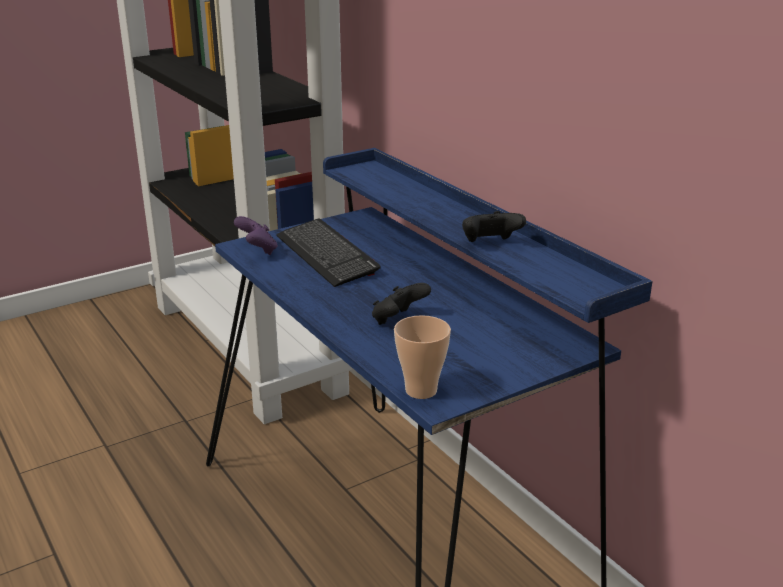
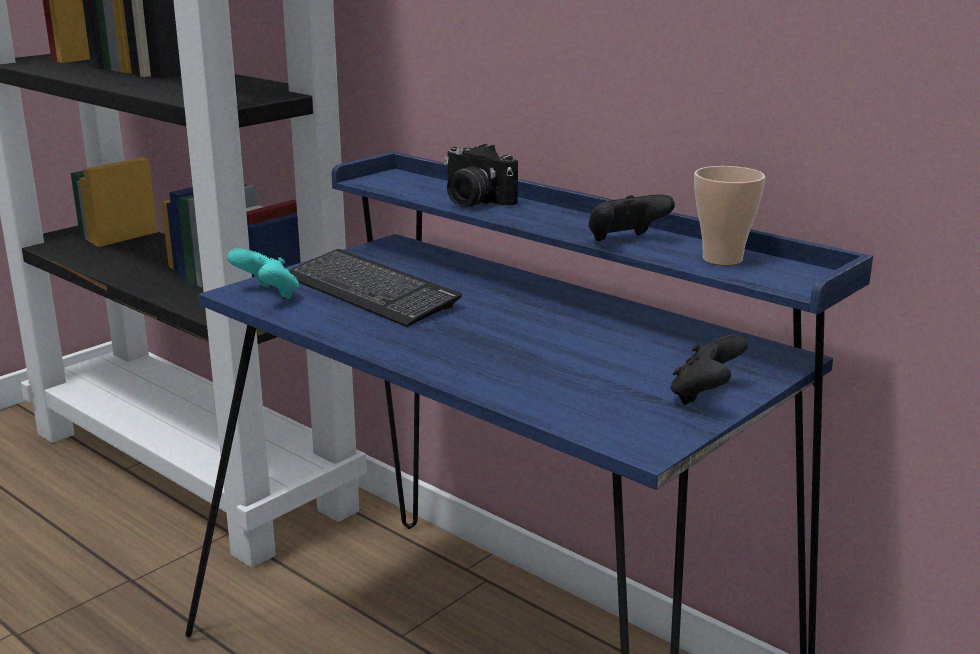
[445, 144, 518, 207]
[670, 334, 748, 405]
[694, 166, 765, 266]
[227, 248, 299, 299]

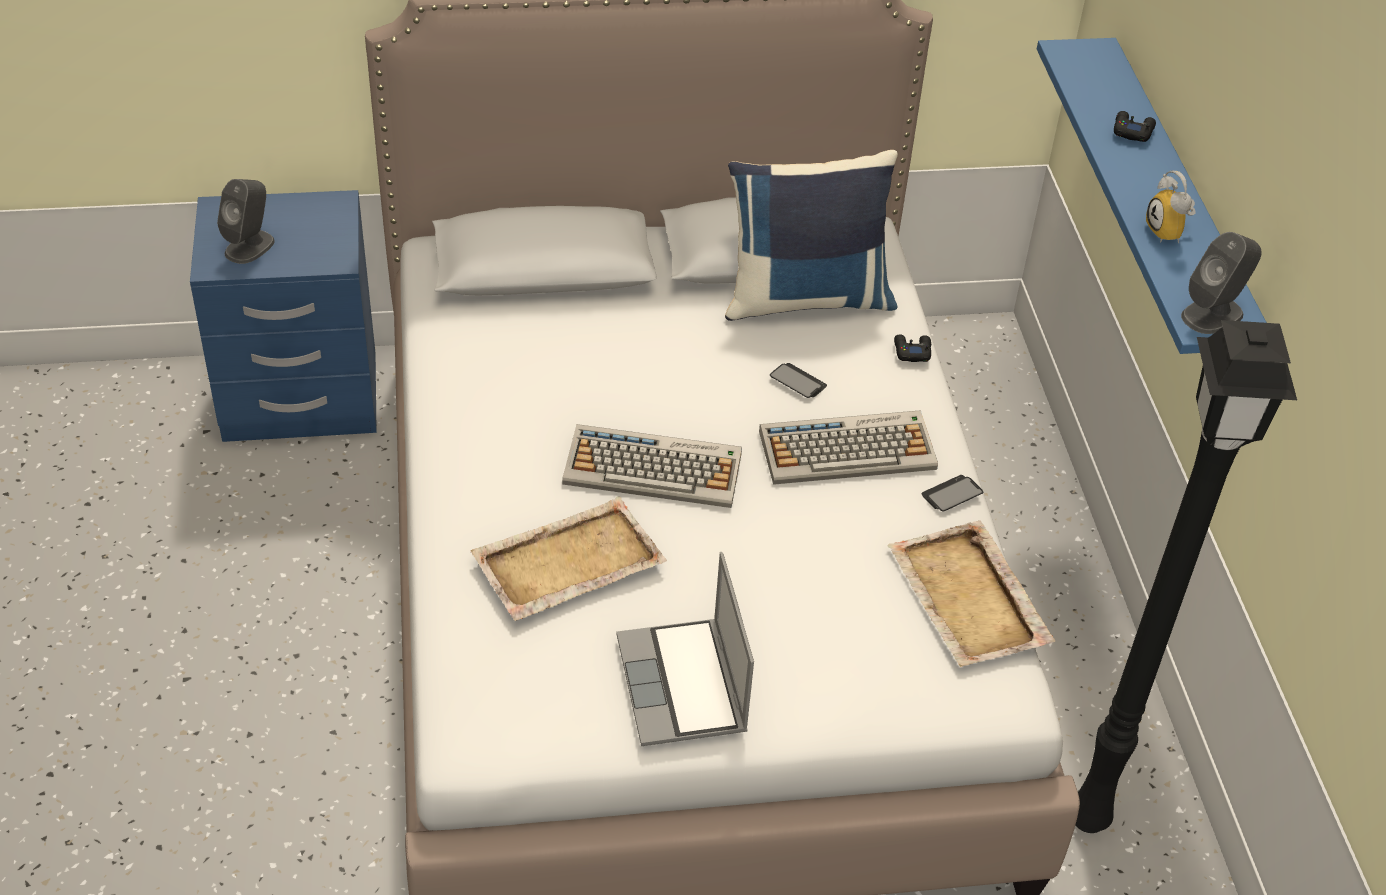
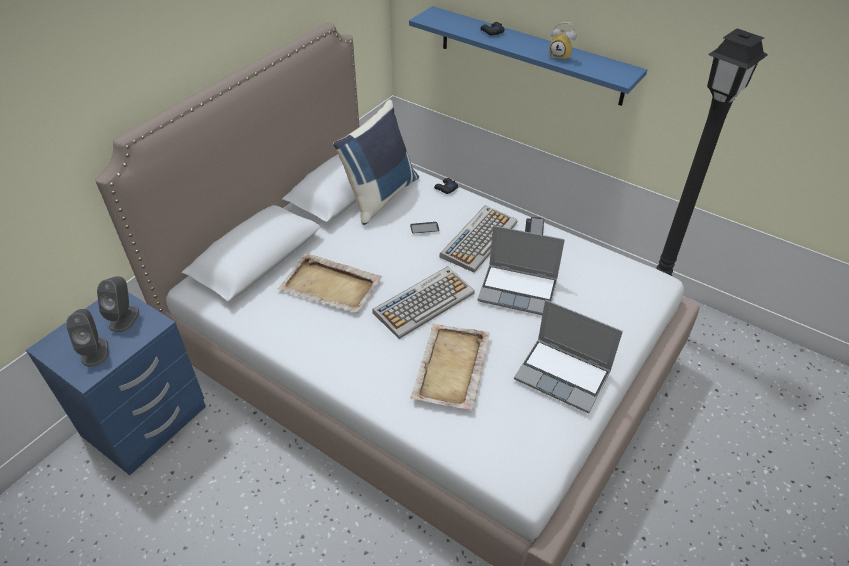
[477, 225, 565, 315]
[278, 253, 382, 313]
[97, 276, 139, 332]

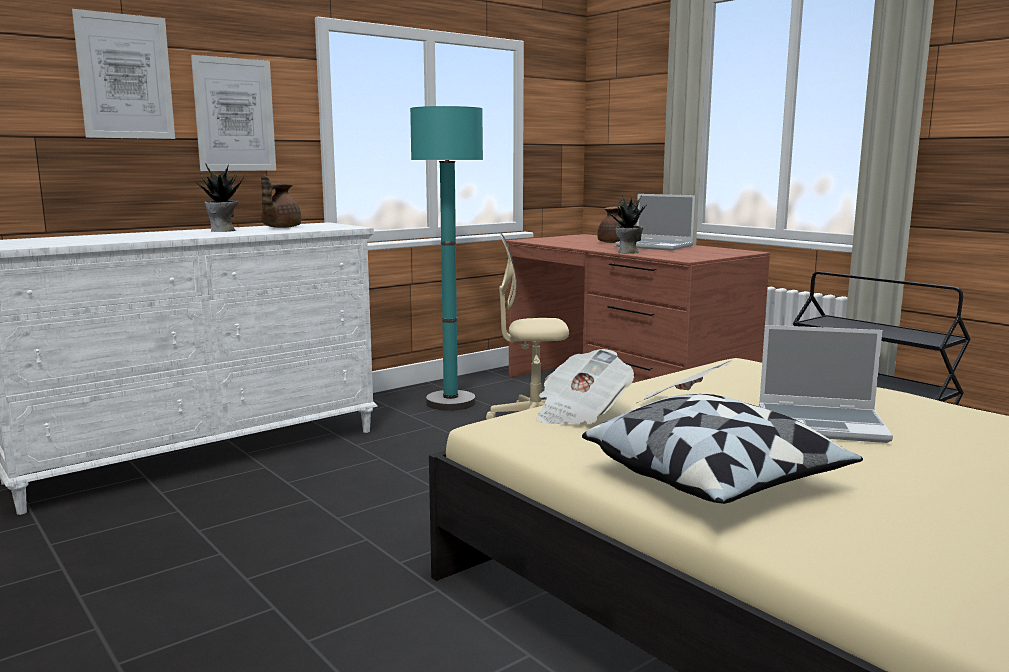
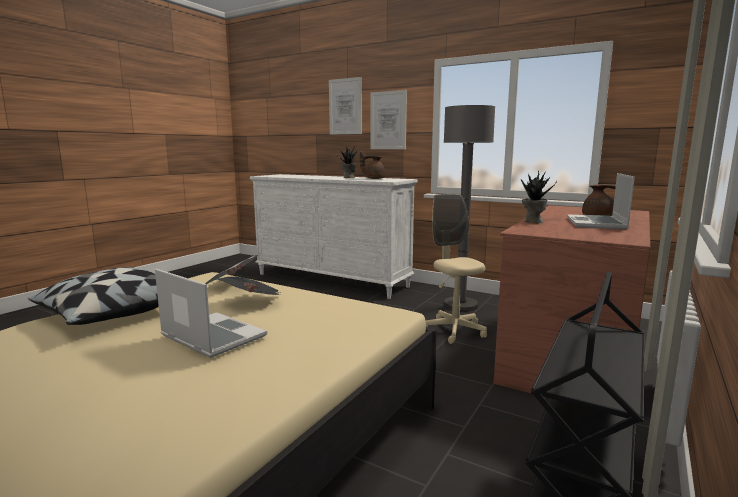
[444, 105, 495, 312]
[155, 269, 267, 358]

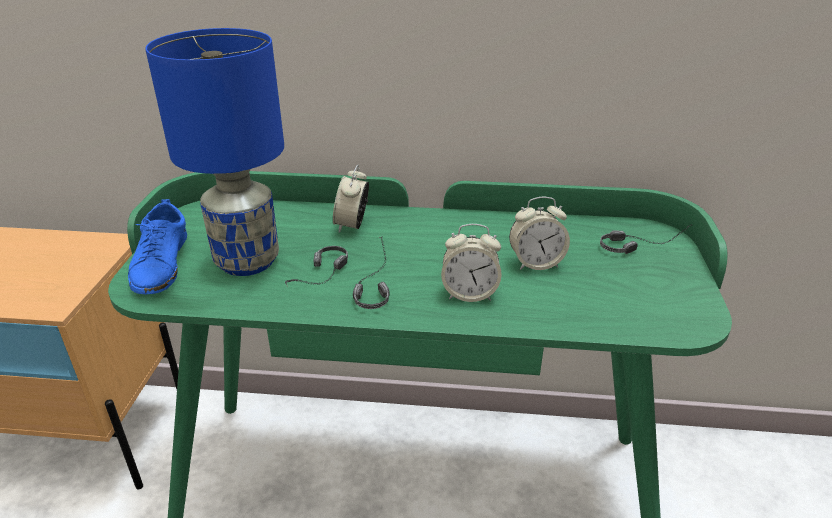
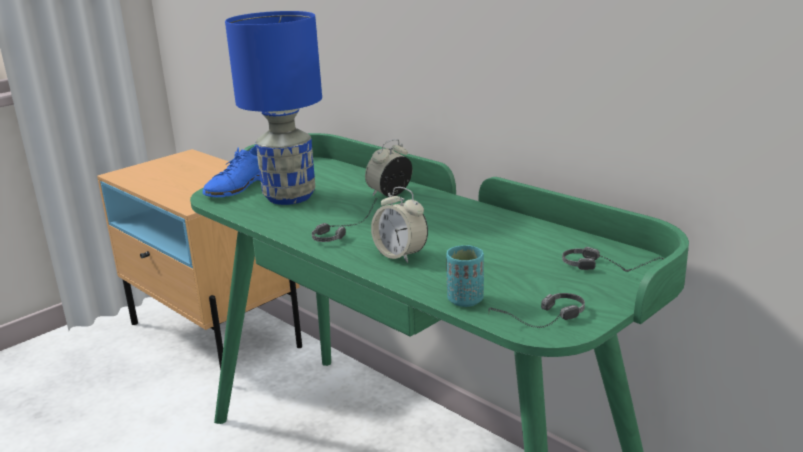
[509, 197, 570, 270] (first image)
[446, 245, 484, 307]
[488, 293, 585, 328]

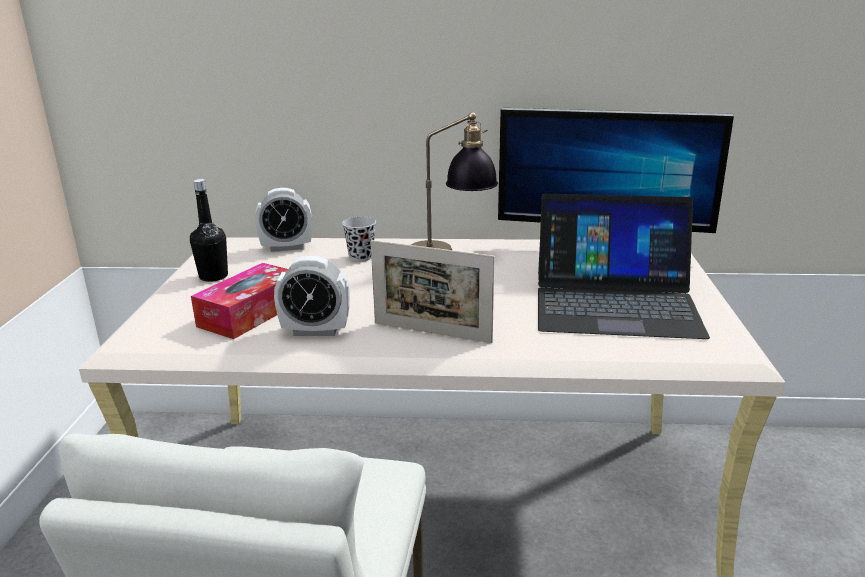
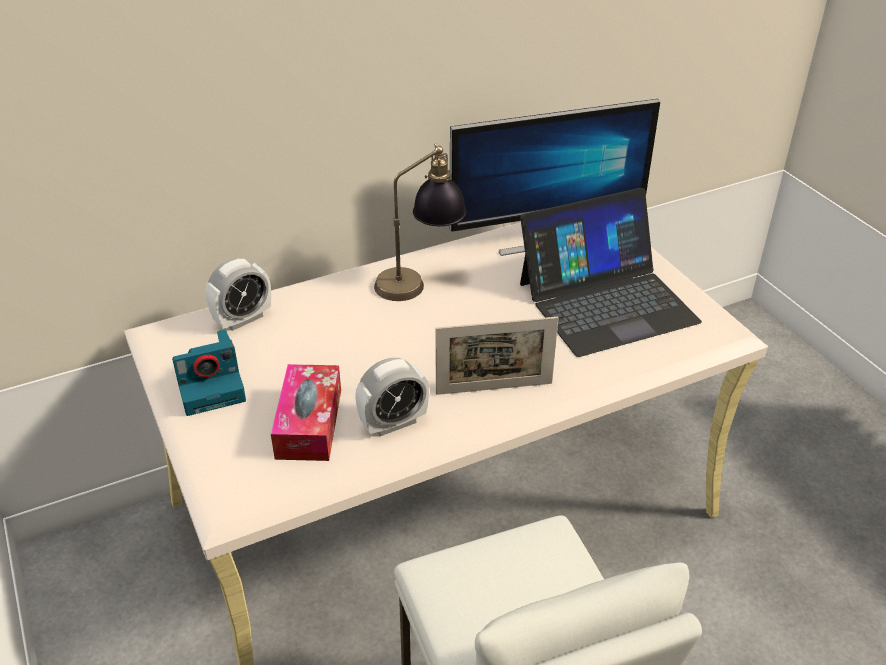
[342, 217, 376, 262] (first image)
[172, 330, 246, 416]

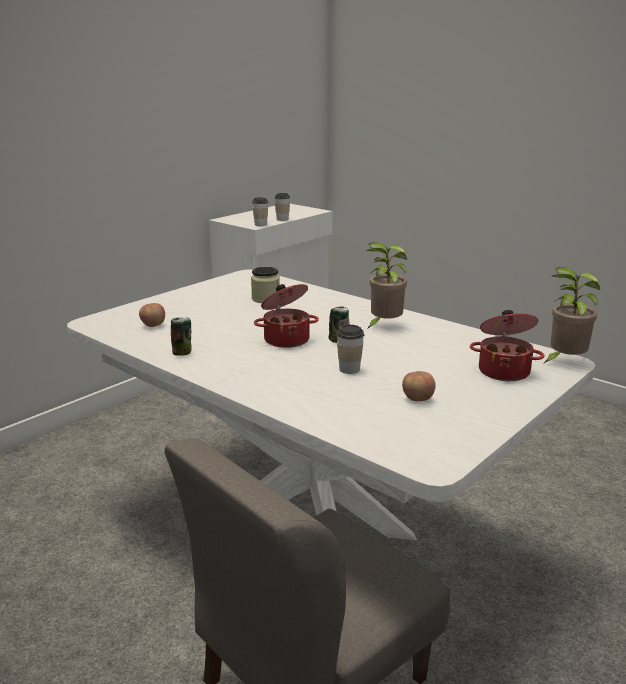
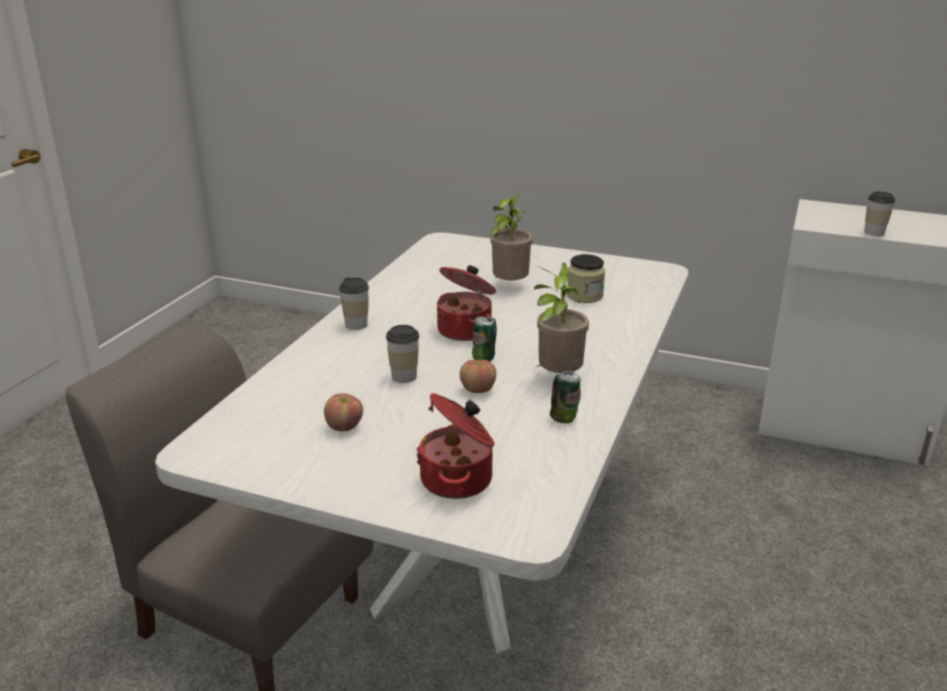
[460, 359, 496, 393]
[550, 371, 581, 423]
[339, 278, 369, 330]
[490, 192, 533, 280]

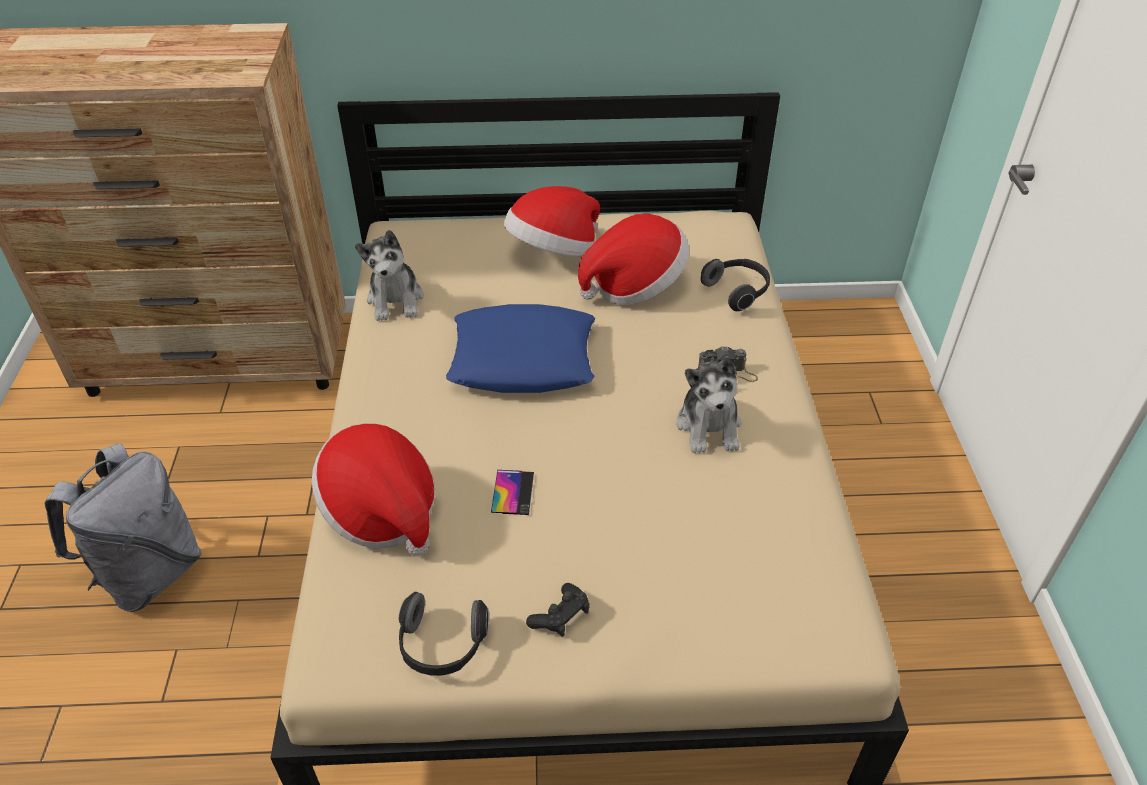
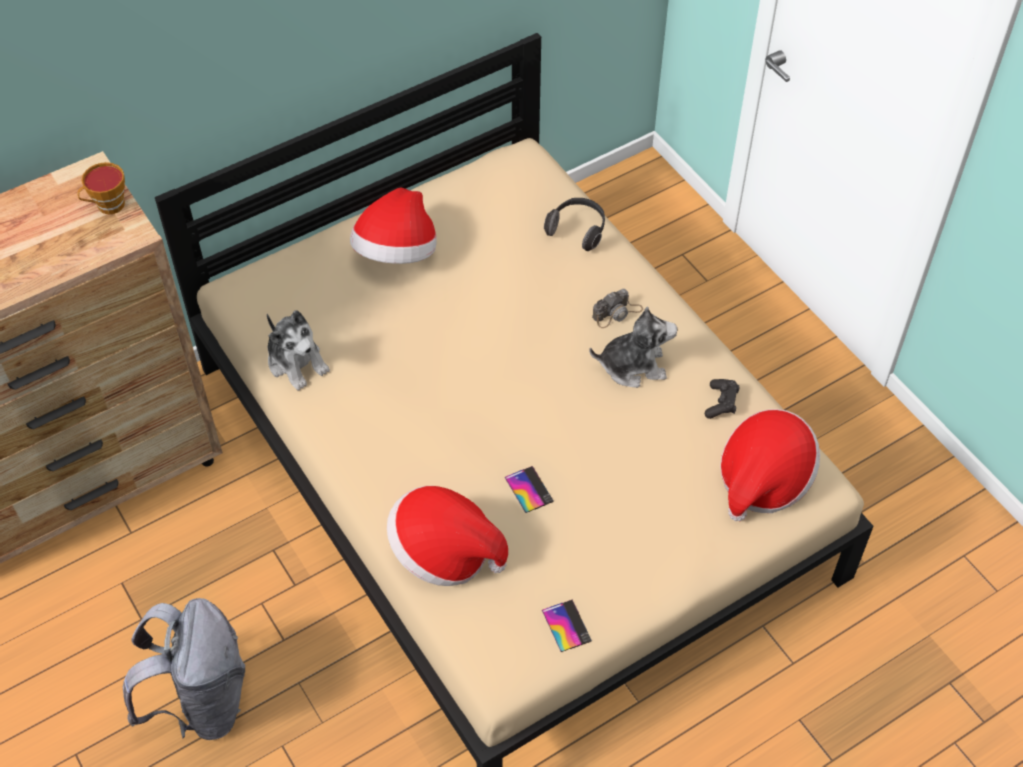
[446, 304, 595, 393] (first image)
[77, 162, 125, 215]
[705, 379, 740, 419]
[720, 409, 820, 521]
[542, 600, 592, 652]
[589, 306, 678, 388]

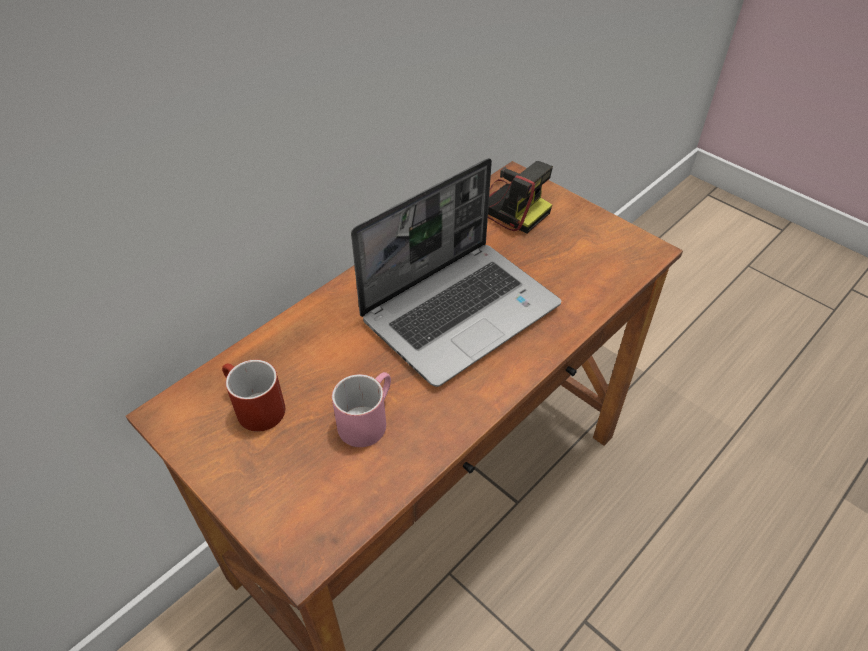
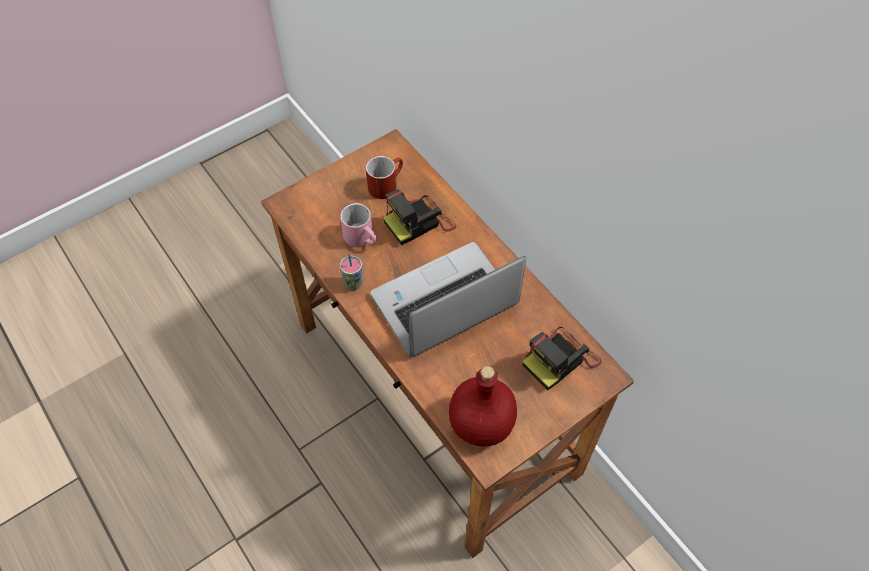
[340, 254, 363, 290]
[383, 189, 456, 245]
[449, 366, 517, 446]
[371, 242, 526, 358]

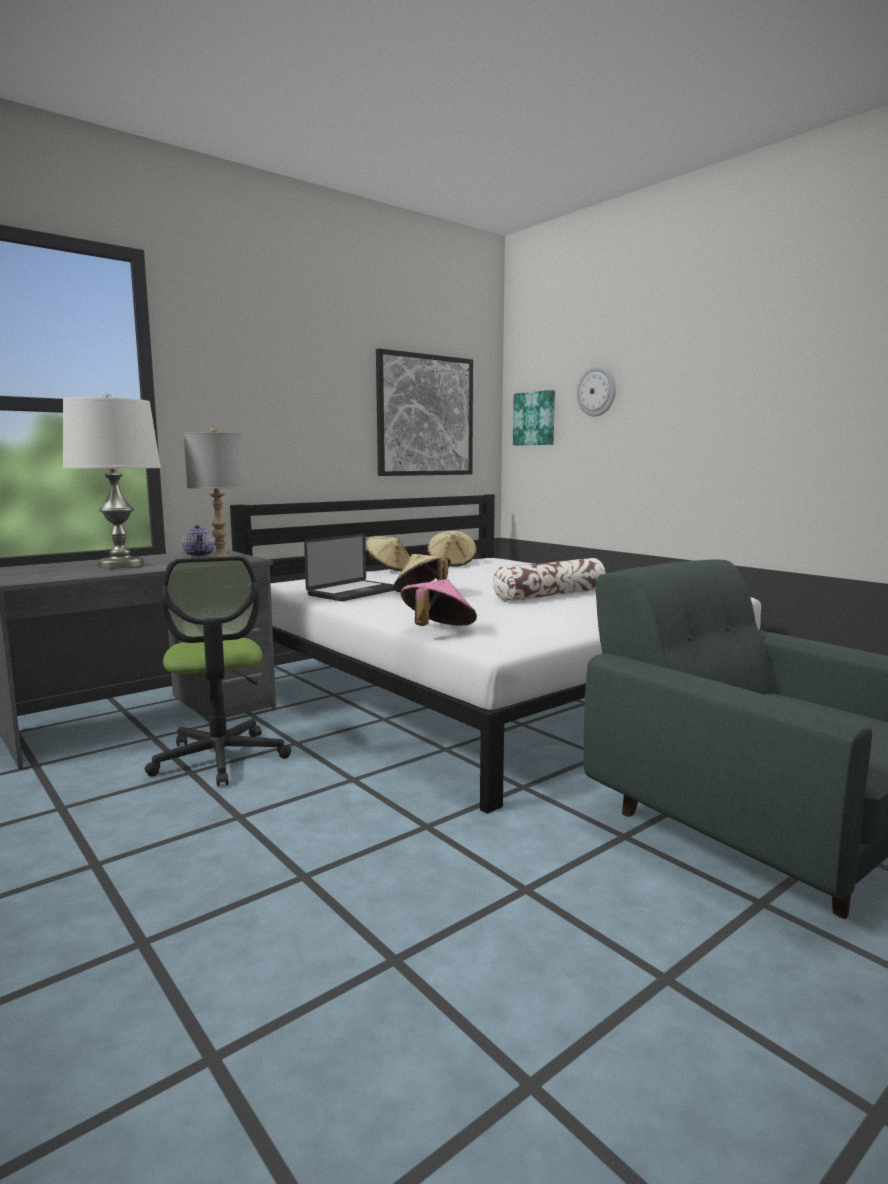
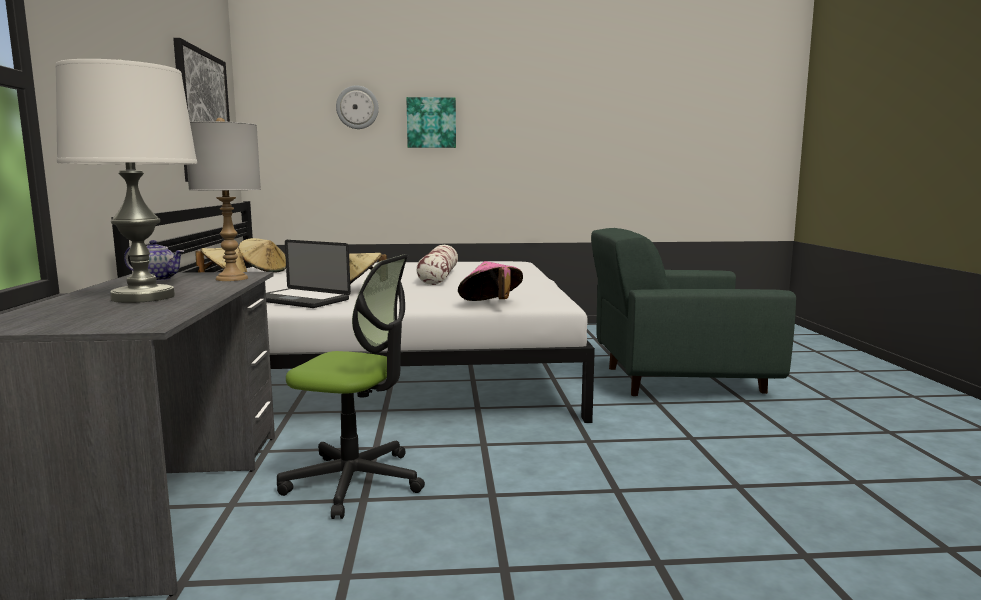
[406, 97, 456, 148]
[266, 240, 351, 308]

